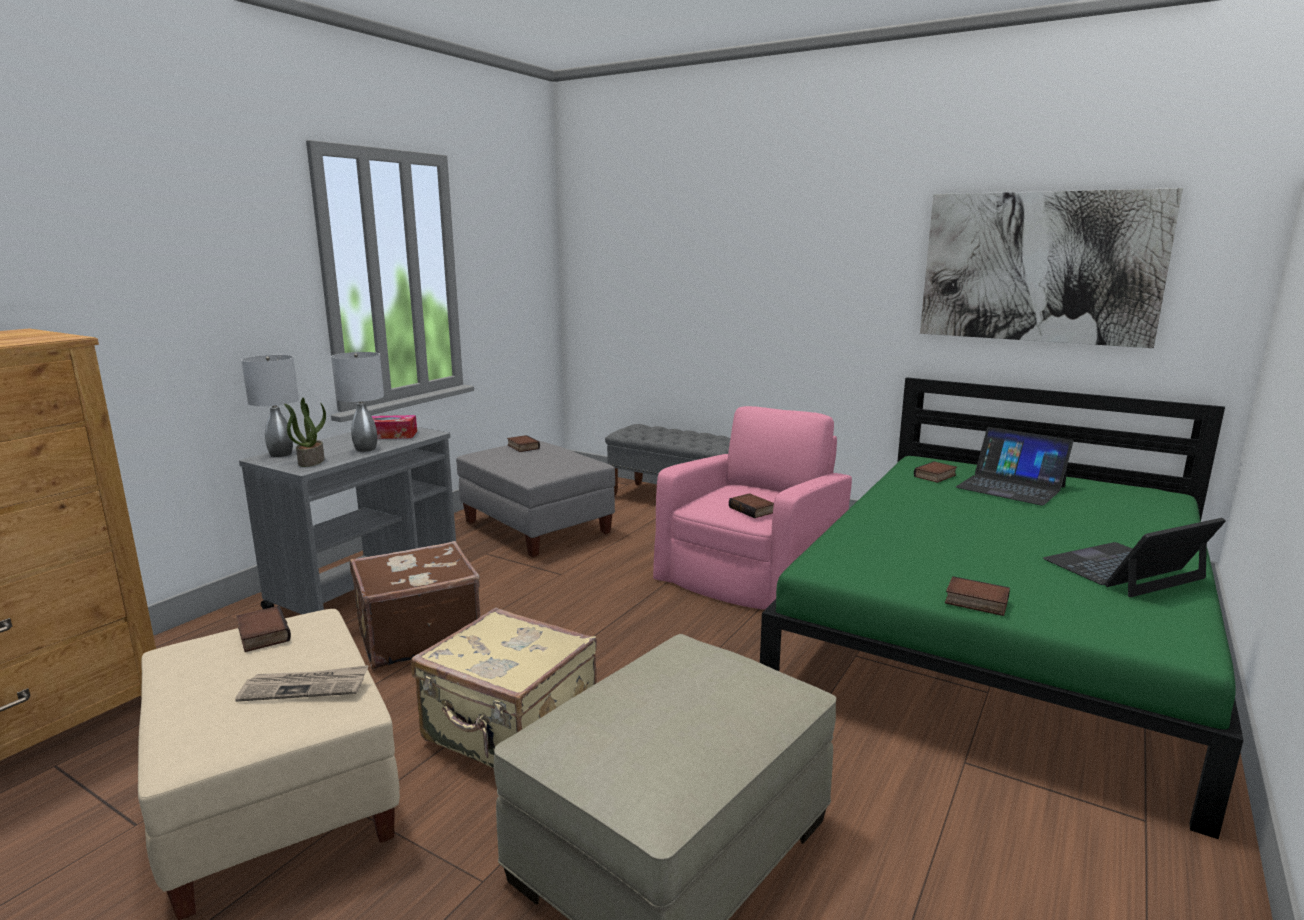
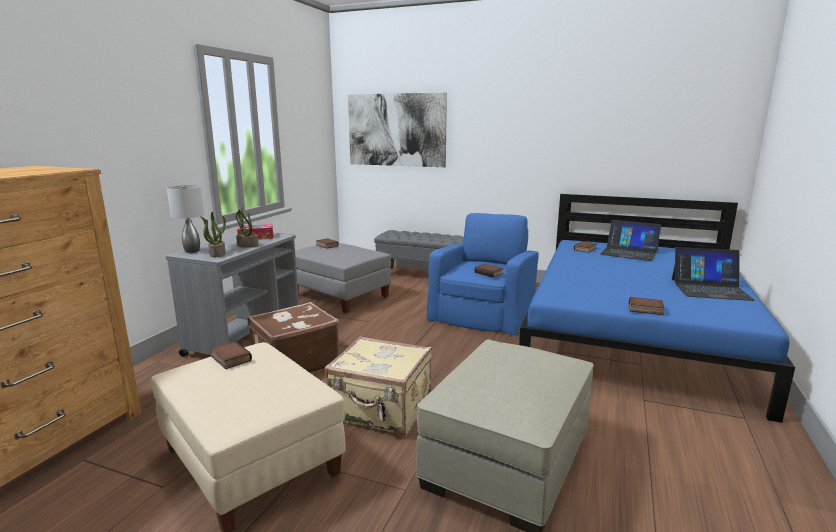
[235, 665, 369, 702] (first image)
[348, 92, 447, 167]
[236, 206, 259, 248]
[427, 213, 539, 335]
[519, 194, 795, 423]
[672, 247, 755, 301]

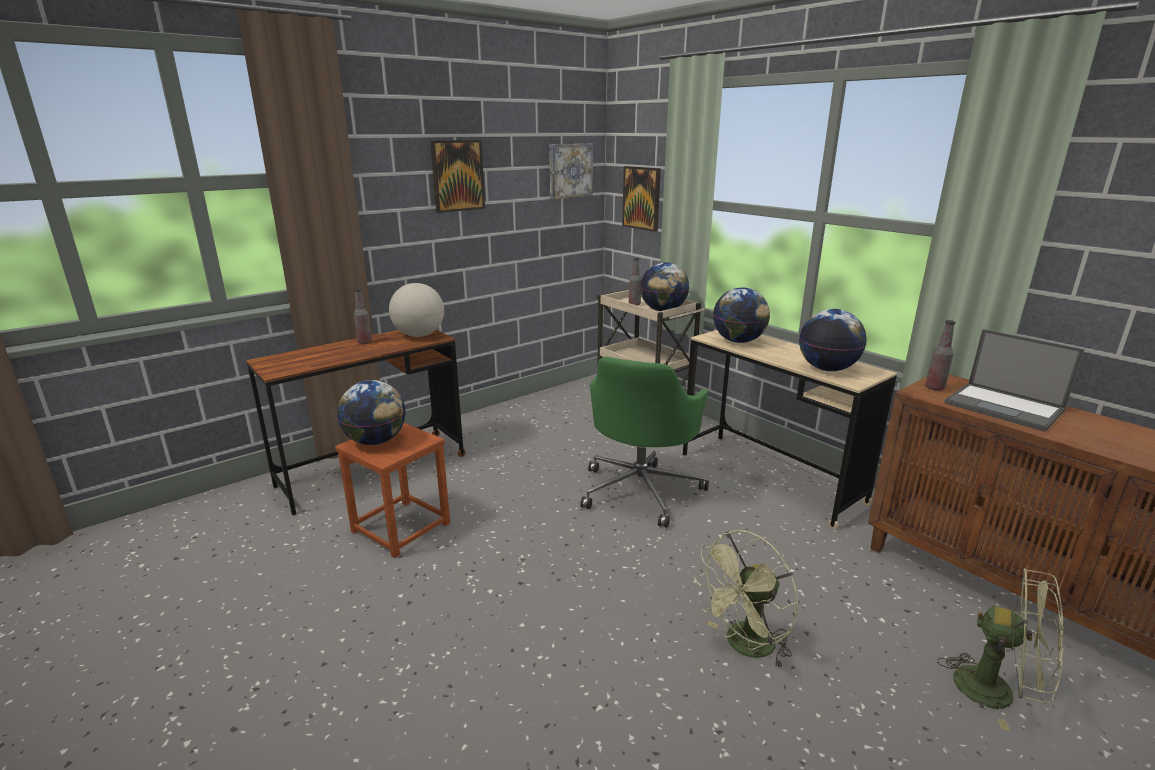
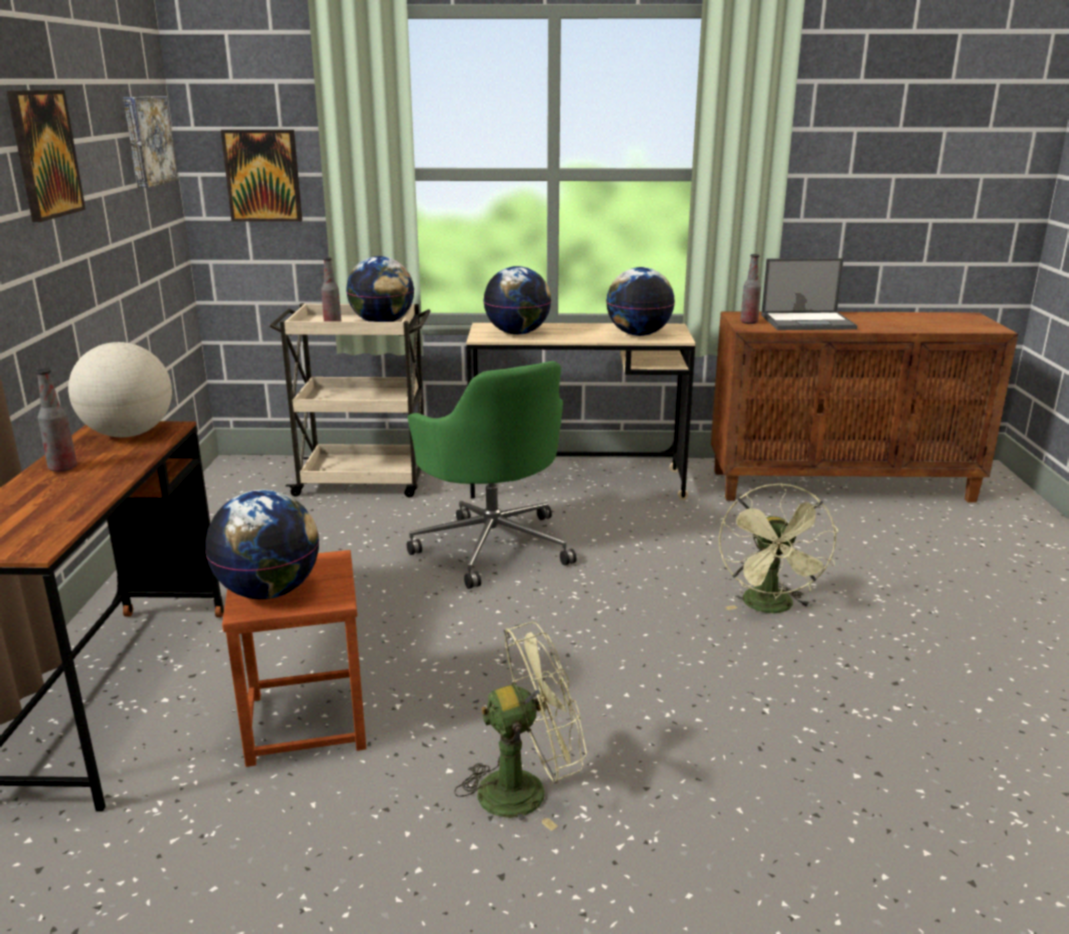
[454, 622, 587, 831]

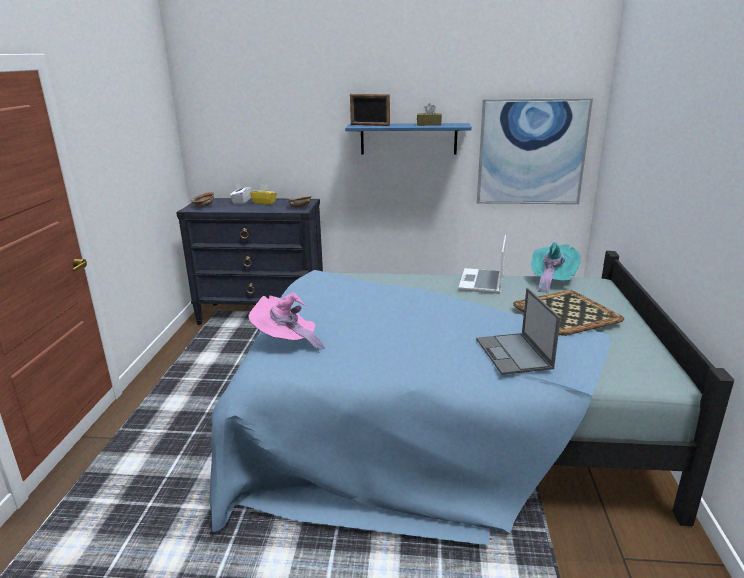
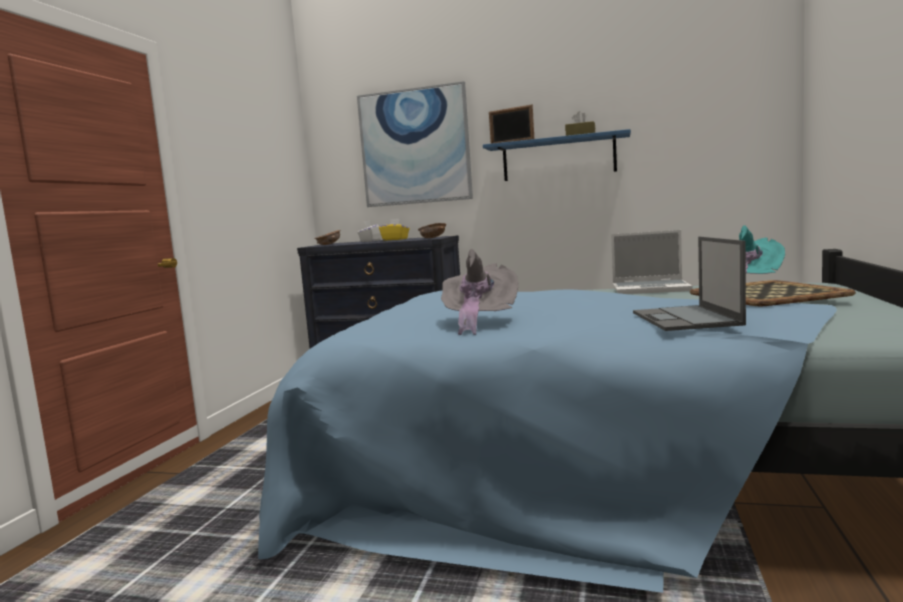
[248, 292, 325, 353] (first image)
[441, 249, 519, 335]
[357, 81, 473, 207]
[611, 230, 692, 294]

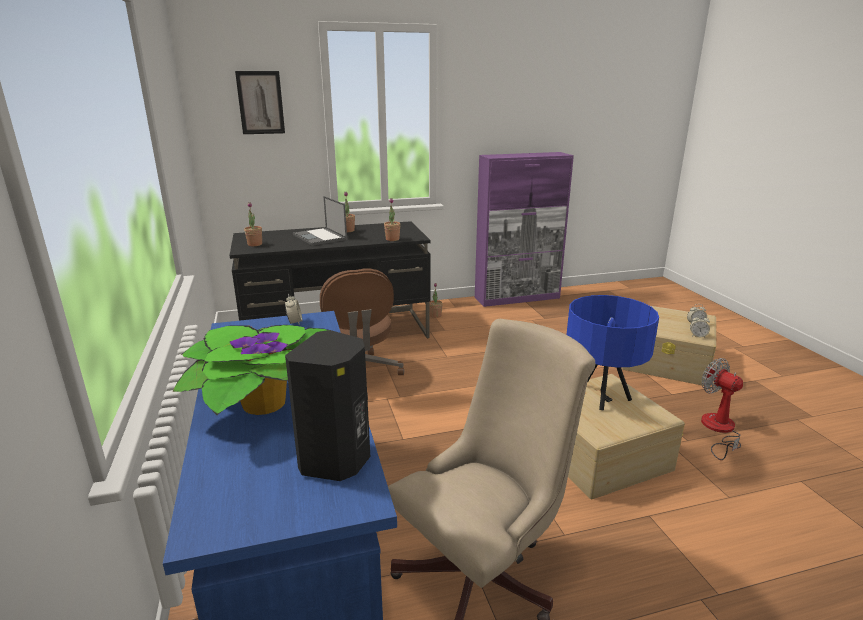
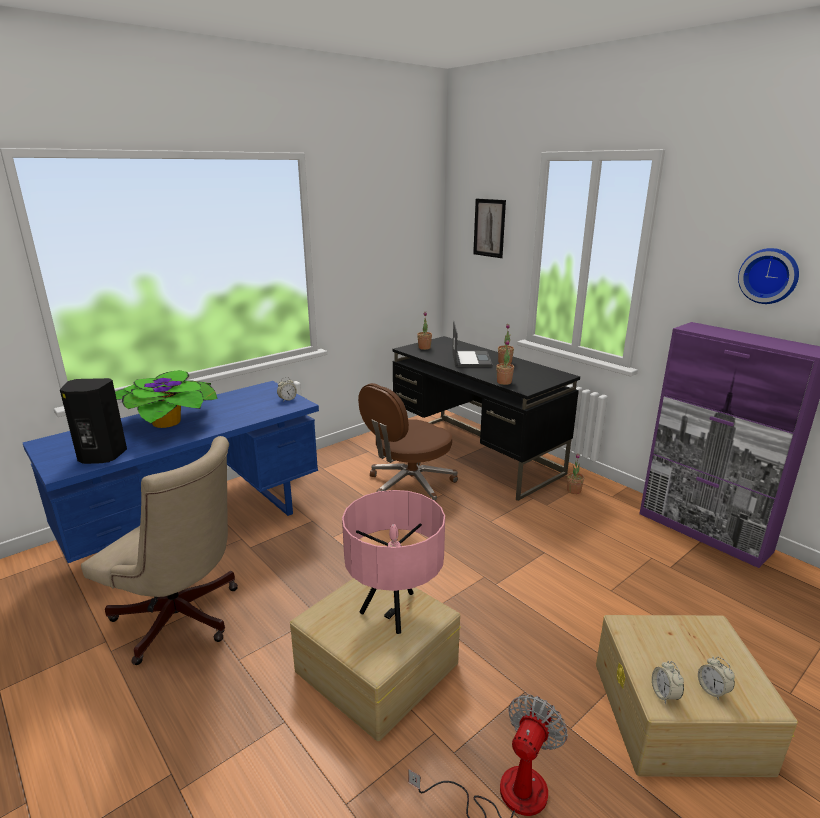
[738, 248, 799, 304]
[342, 490, 445, 634]
[452, 321, 493, 367]

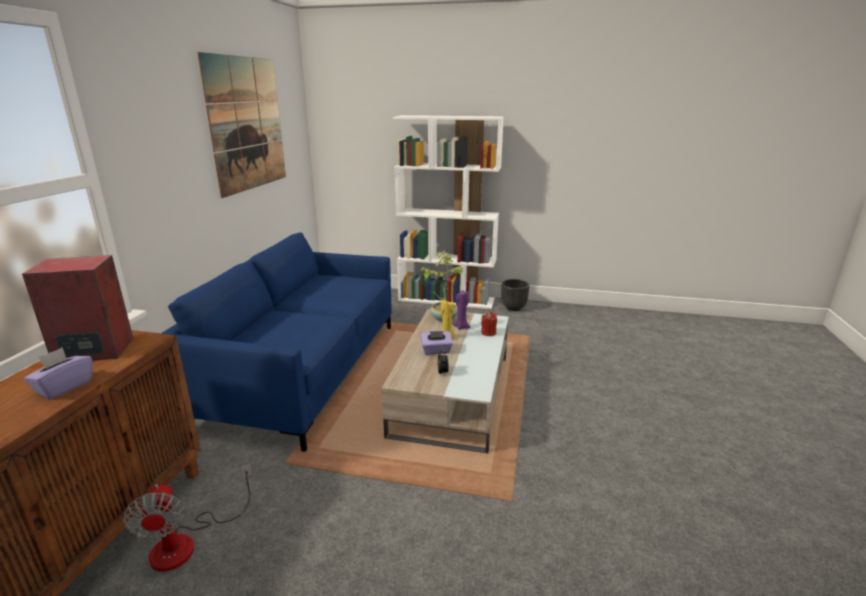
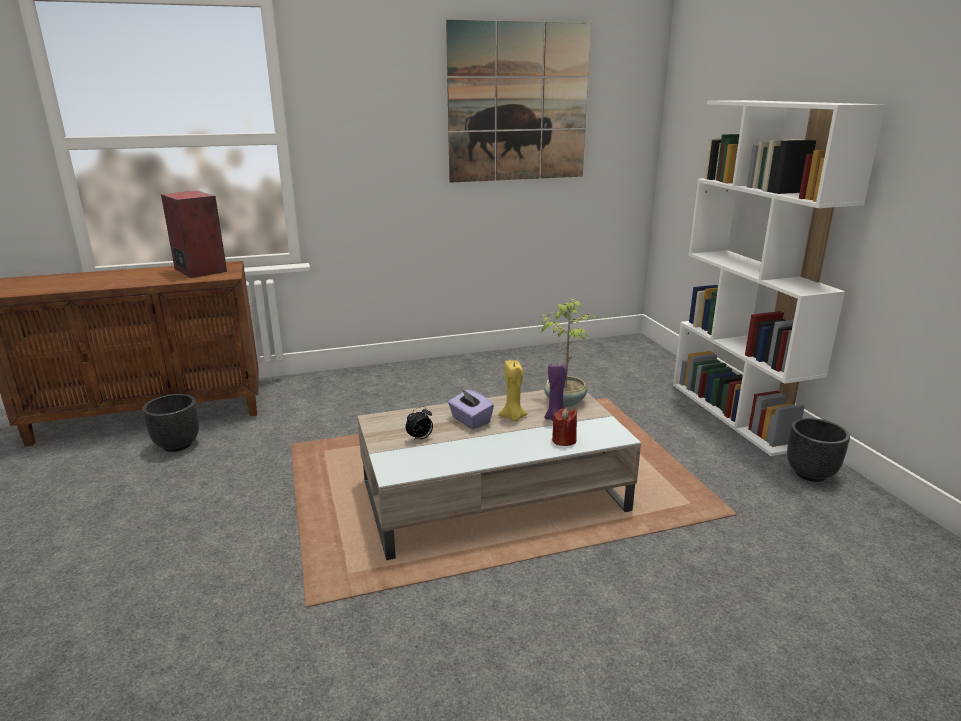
[24, 347, 92, 400] (first image)
[162, 233, 392, 452] (first image)
[142, 394, 199, 452]

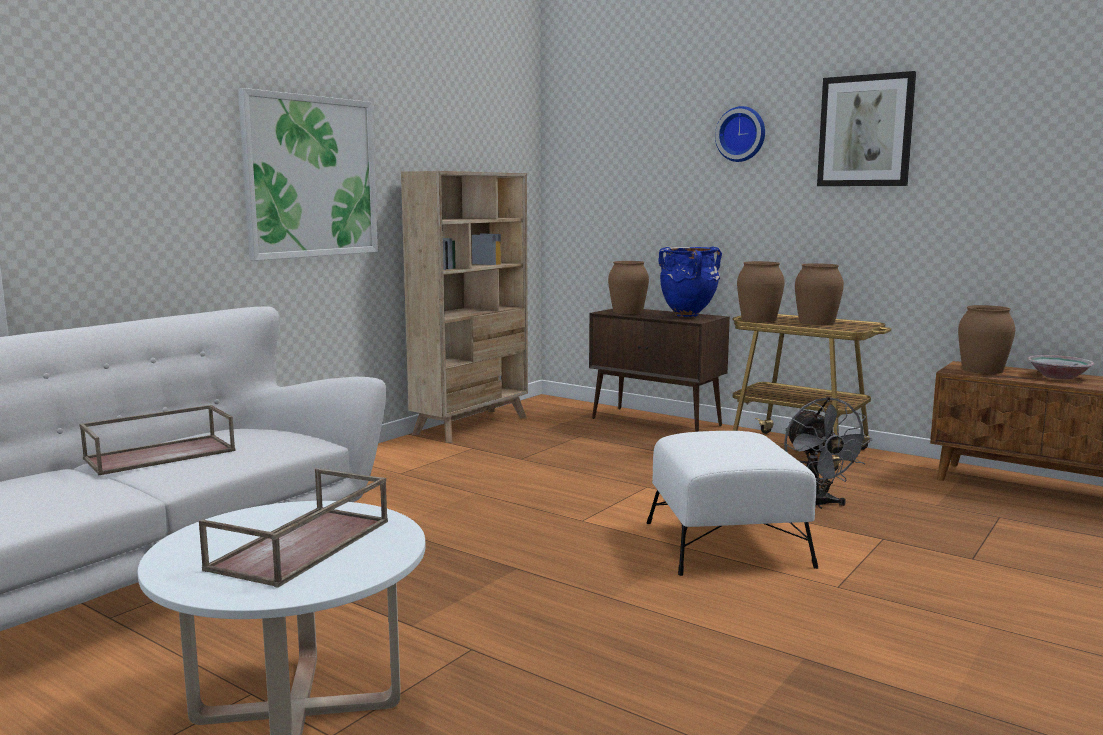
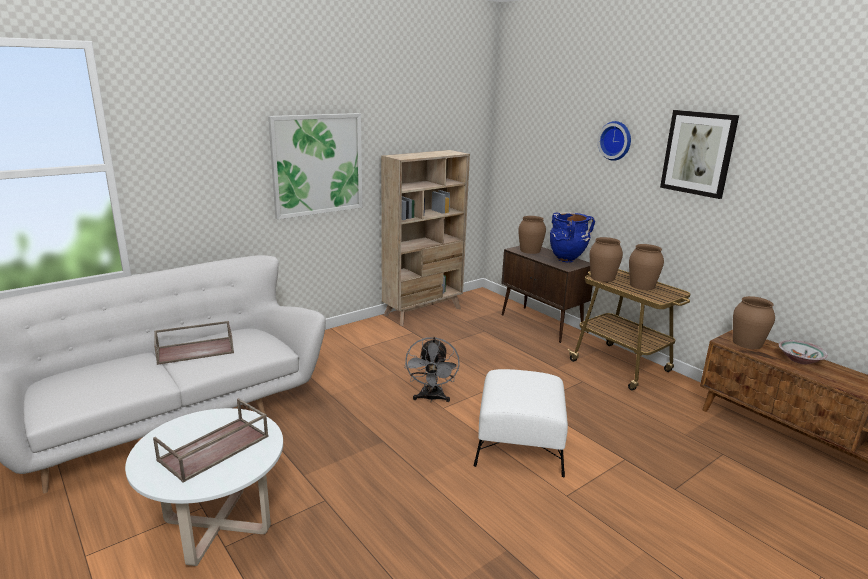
[404, 337, 460, 402]

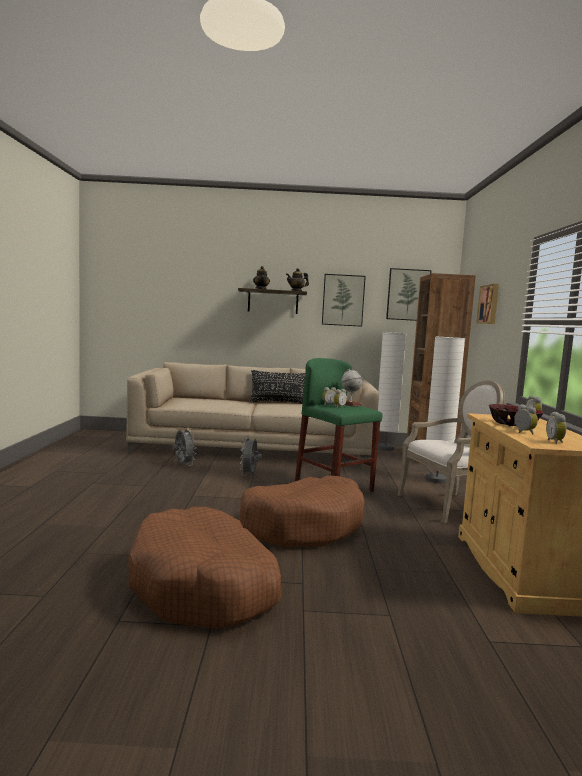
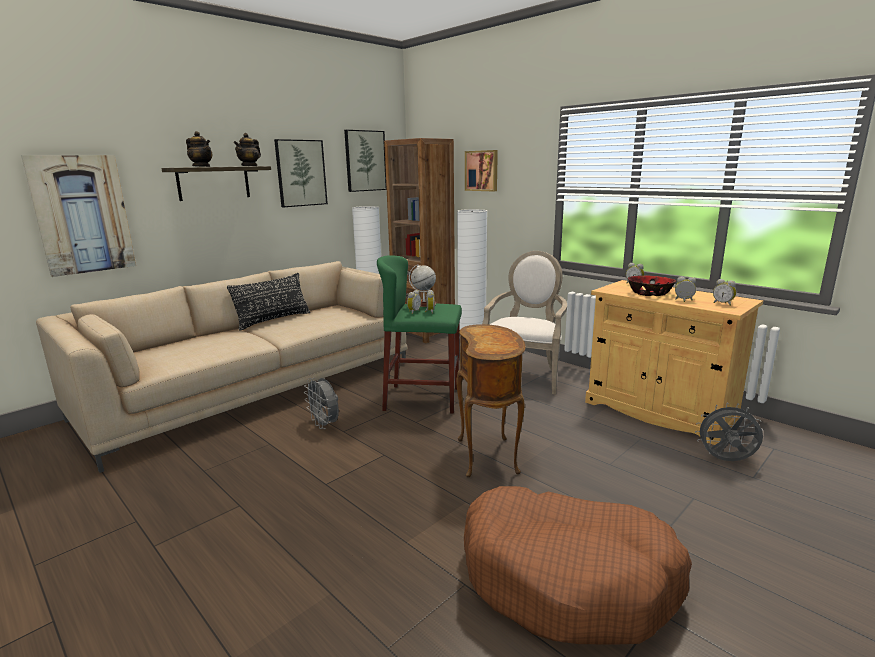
[21, 155, 136, 277]
[695, 403, 763, 461]
[456, 324, 525, 477]

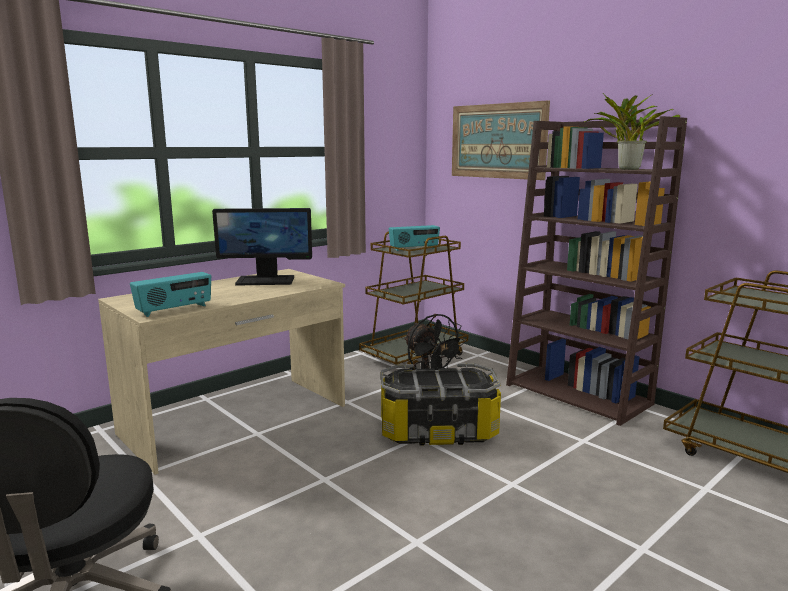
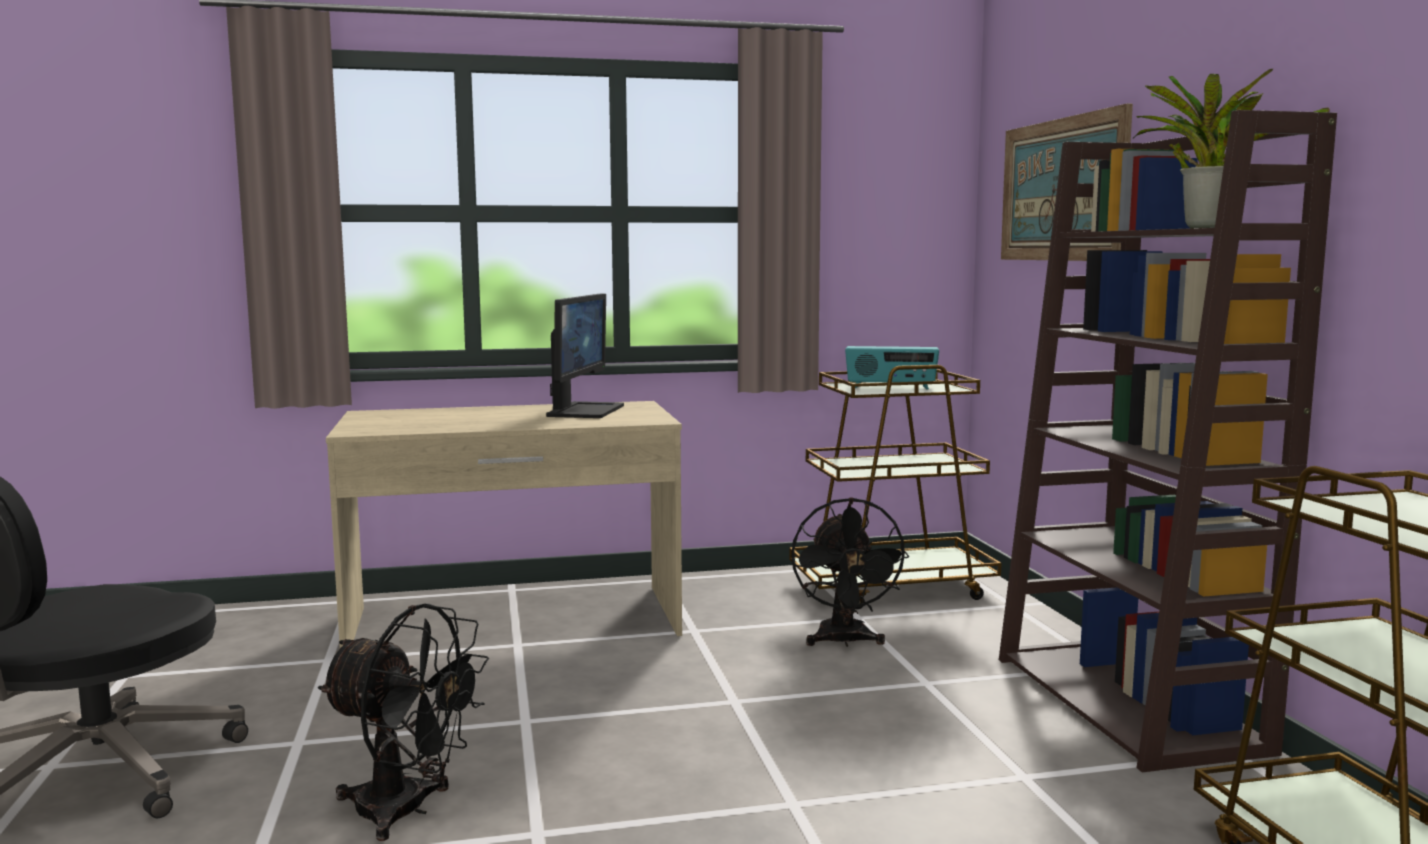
[130, 272, 211, 317] (first image)
[381, 363, 501, 446] (first image)
[318, 604, 489, 841]
[546, 293, 624, 418]

